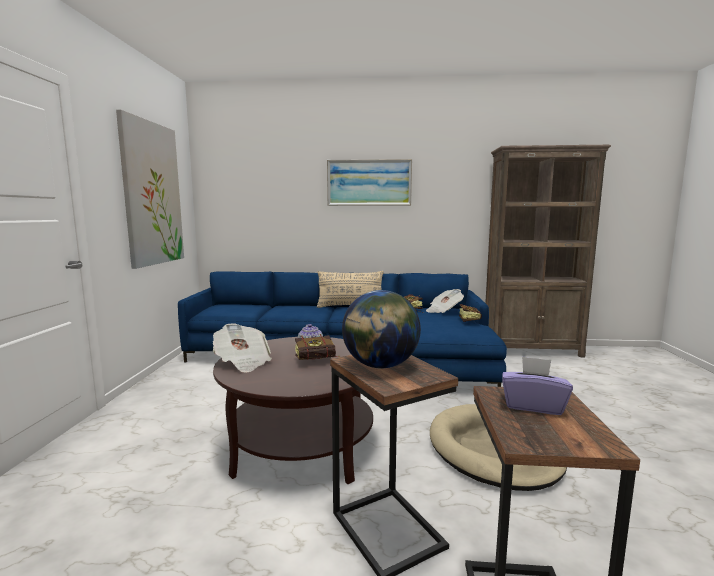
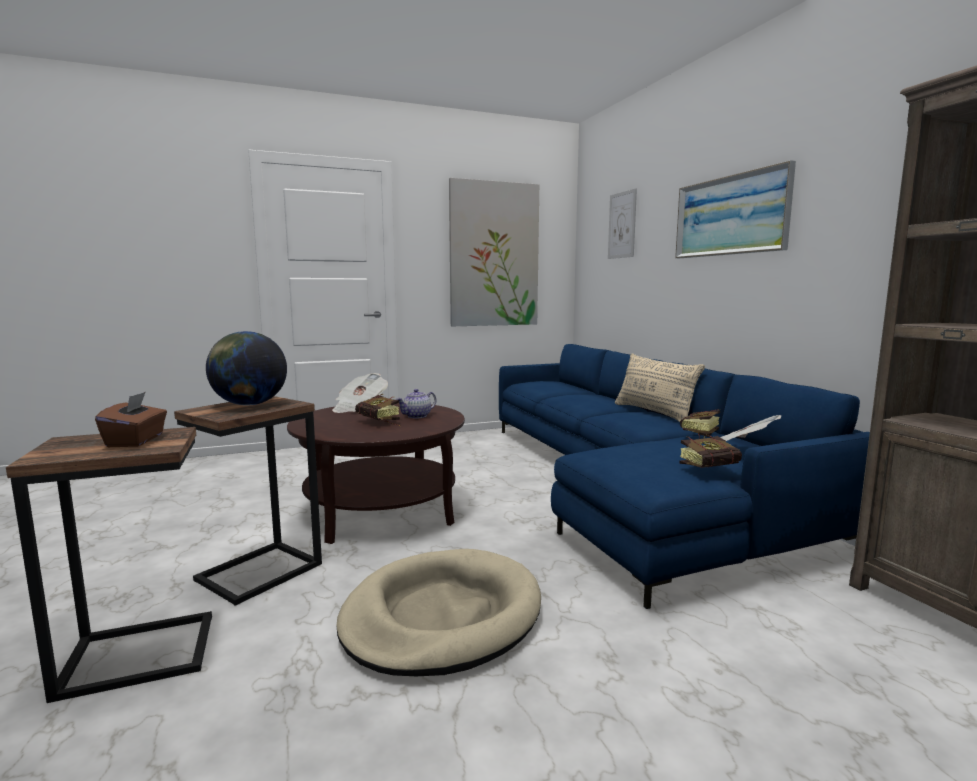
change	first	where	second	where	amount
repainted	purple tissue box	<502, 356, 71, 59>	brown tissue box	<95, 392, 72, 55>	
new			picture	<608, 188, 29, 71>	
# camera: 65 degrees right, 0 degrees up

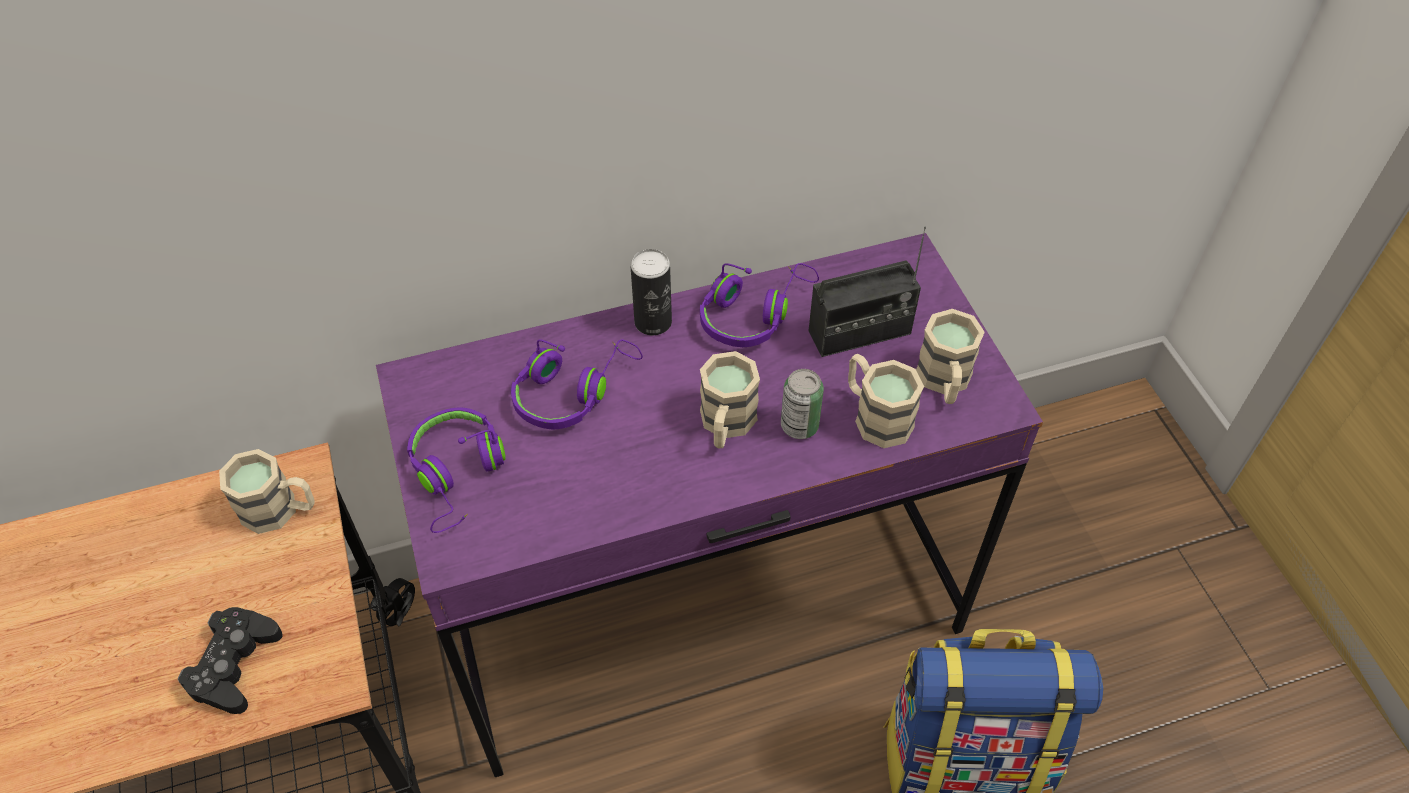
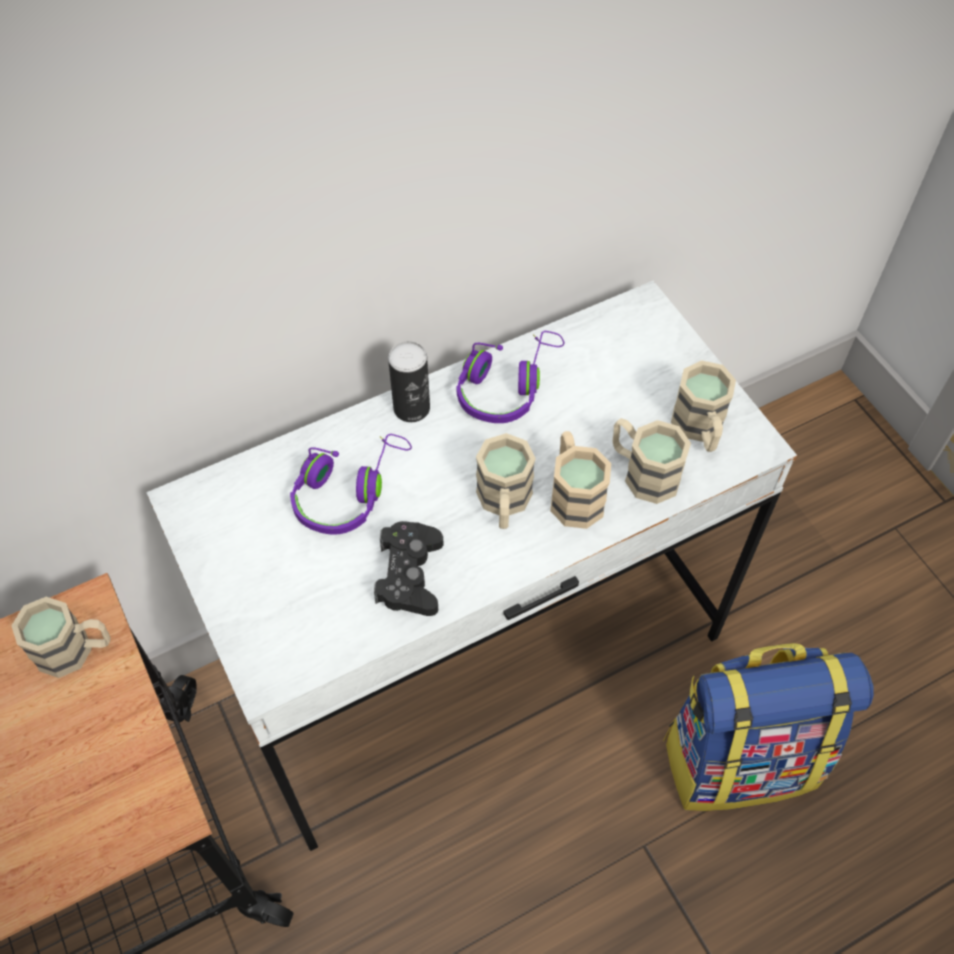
change	first	where	second	where	amount
repainted	purple desk	<376, 233, 667, 544>	white desk	<146, 281, 651, 570>	
shifted	black game controller	<178, 607, 104, 107>		<374, 521, 70, 95>	
swapped	can	<781, 369, 43, 70>	beige mug	<550, 431, 61, 98>	
gone	purple headphones	<407, 407, 98, 126>			
gone	radio	<809, 226, 117, 131>			
# camera: 10 degrees left, 5 degrees up

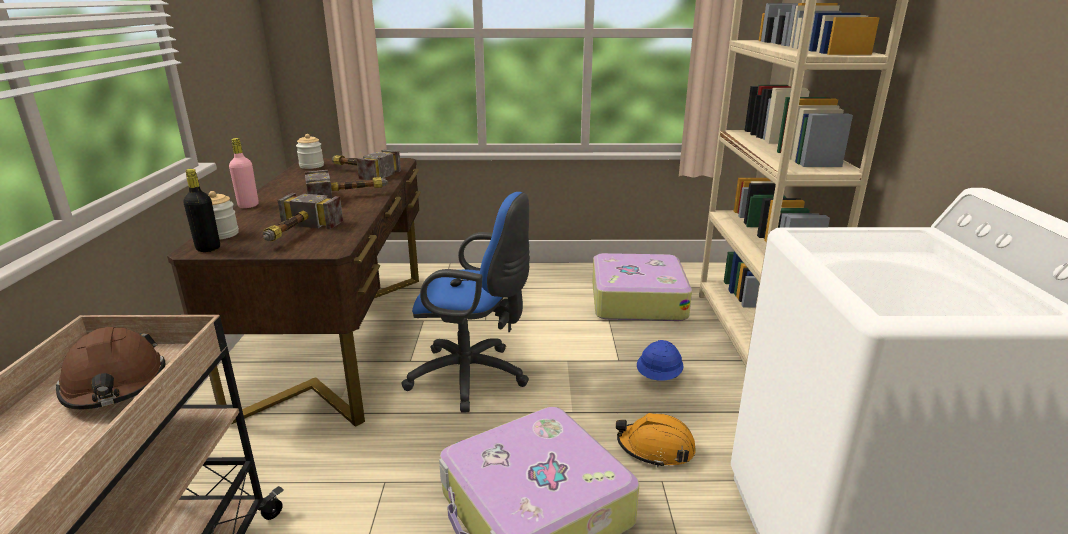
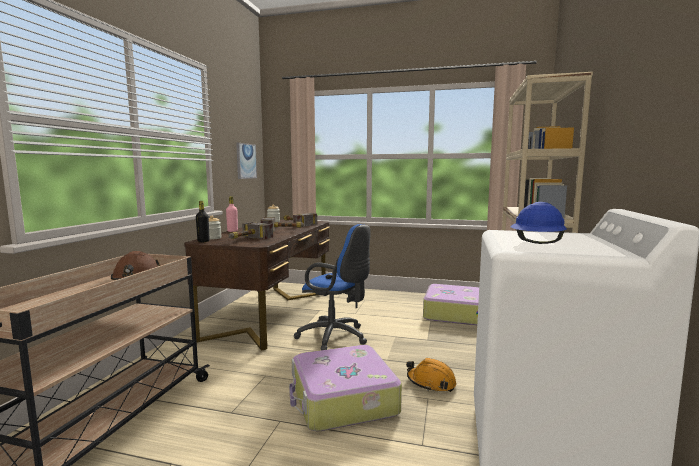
change	first	where	second	where	amount
new			picture	<236, 143, 21, 36>	
shifted	blue hard hat	<637, 340, 47, 41>		<510, 202, 57, 42>	
# camera: 15 degrees right, 15 degrees down

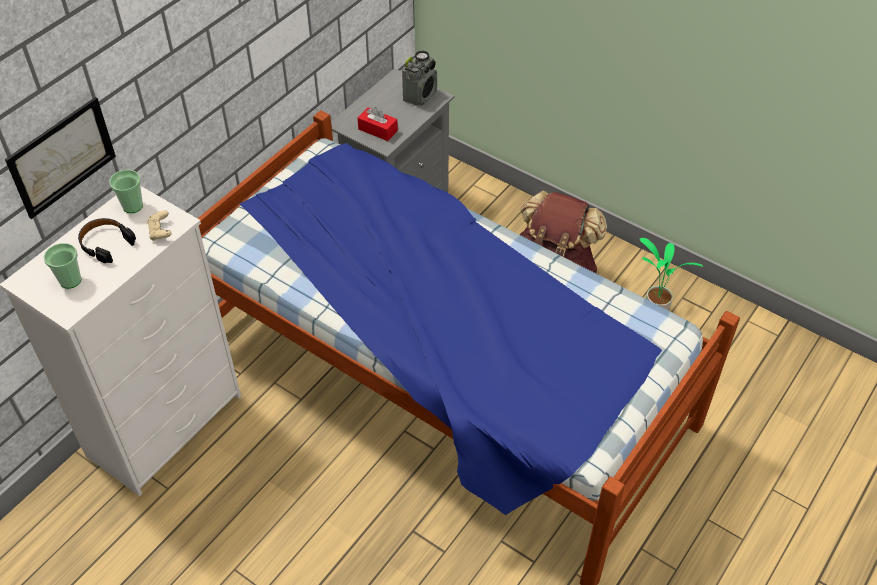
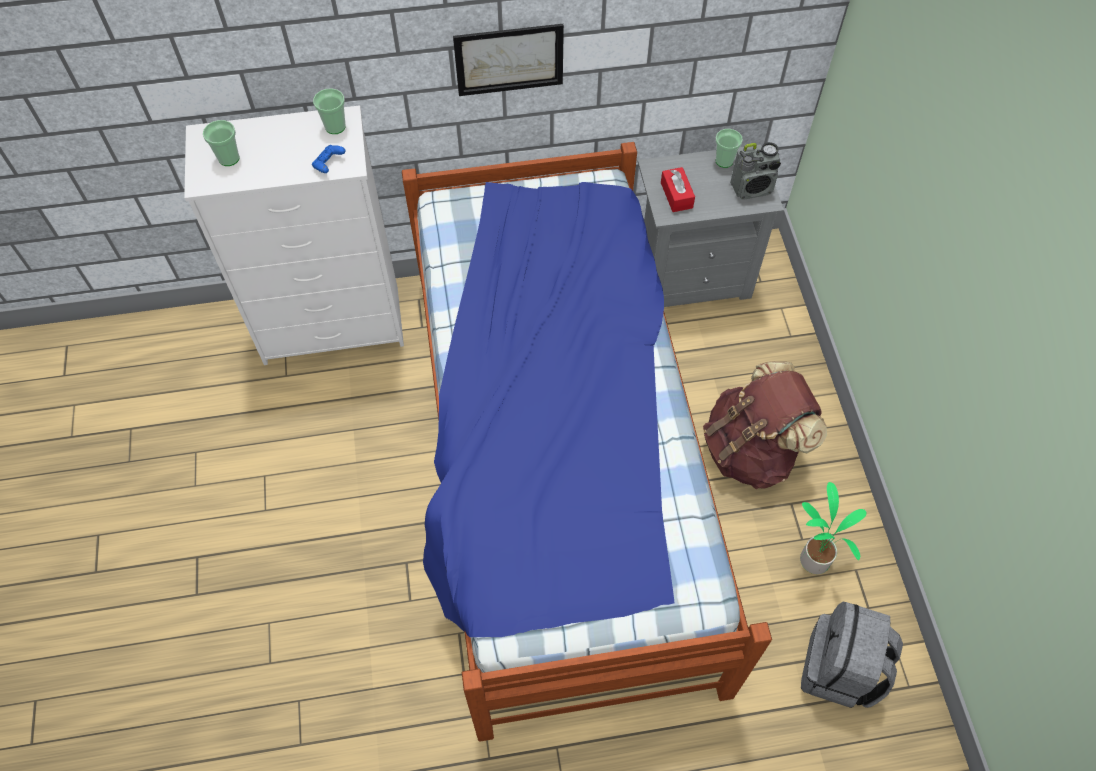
change	first	where	second	where	amount
repainted	beige game controller	<148, 210, 24, 31>	blue game controller	<312, 145, 34, 28>	
shifted	picture	<5, 97, 111, 122>		<453, 24, 111, 72>	
new			cup	<715, 129, 28, 39>	
new			grey backpack	<801, 602, 102, 106>	
gone	black headphones	<78, 218, 58, 45>			
# camera: 45 degrees right, 10 degrees up

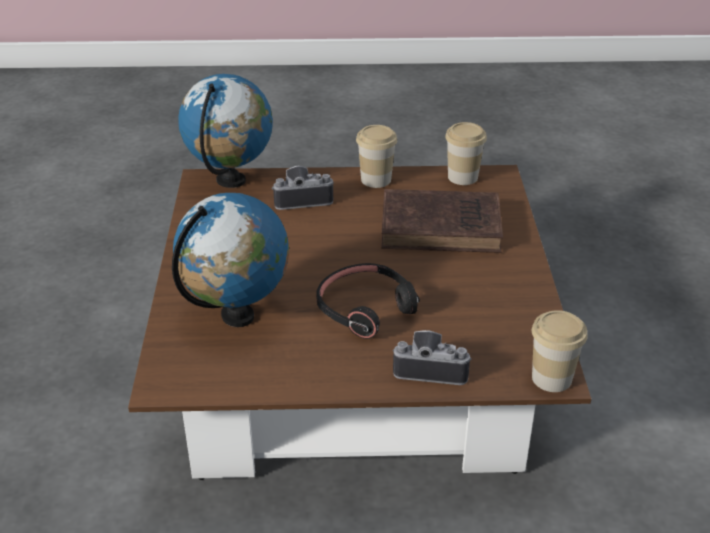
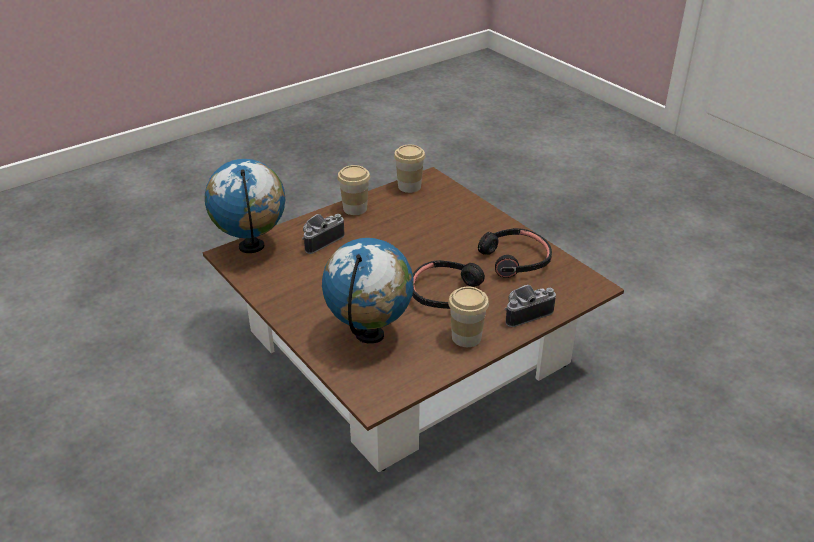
change	first	where	second	where	amount
shifted	cup	<532, 310, 56, 82>		<448, 287, 41, 60>	
new			black headphones	<478, 228, 74, 50>	
gone	brown book	<381, 189, 122, 64>			
# camera: 35 degrees left, 0 degrees up

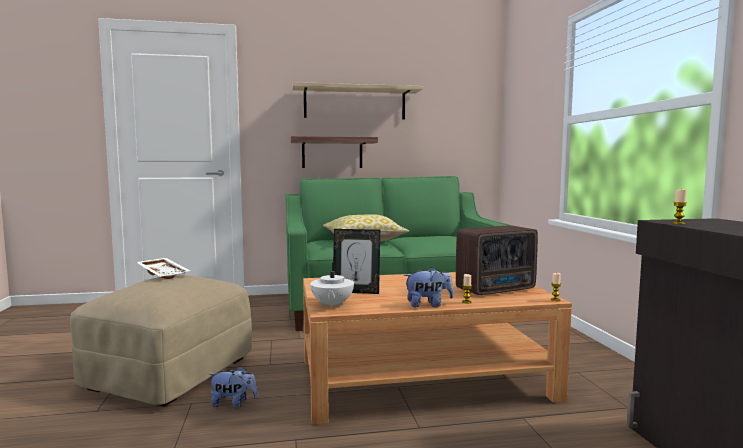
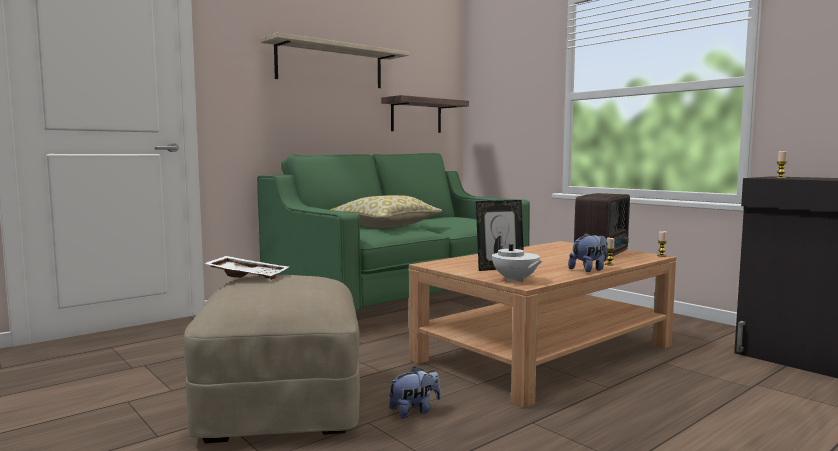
change	first	where	second	where	amount
shifted	shelf	<290, 136, 88, 32>		<381, 95, 88, 38>	
# camera: 30 degrees left, 0 degrees up

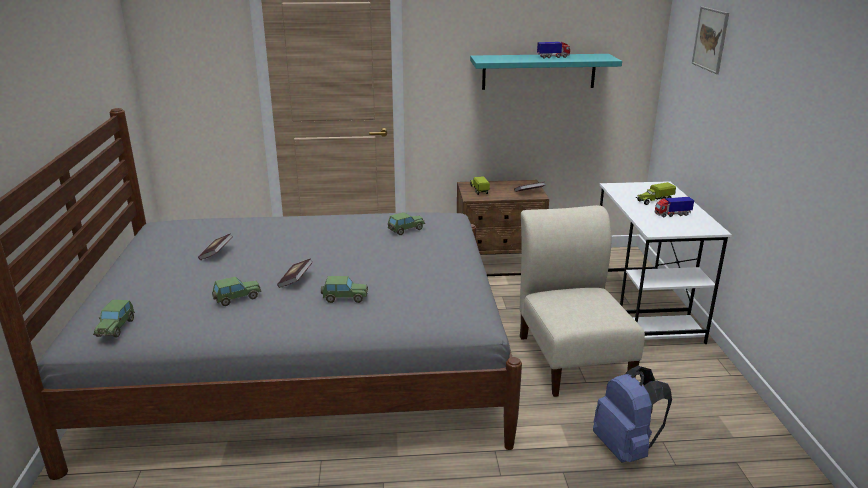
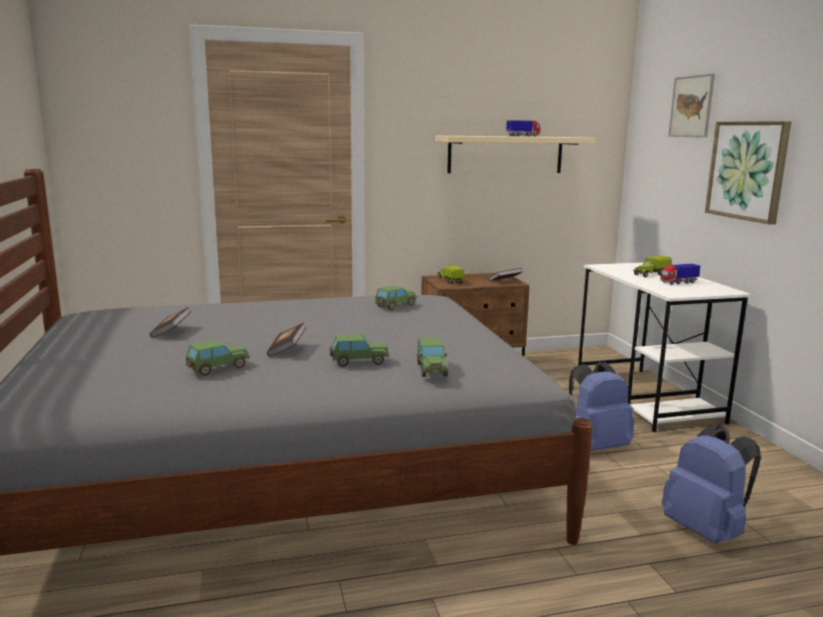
change	first	where	second	where	amount
shifted	toy car	<93, 300, 42, 37>		<417, 338, 31, 39>	
repainted	turquoise shelf	<470, 54, 152, 36>	beige shelf	<435, 136, 161, 37>	
swapped	beige chair	<520, 205, 125, 192>	blue backpack	<569, 362, 65, 89>	
new			picture	<705, 121, 86, 103>	
# camera: 10 degrees left, 10 degrees down

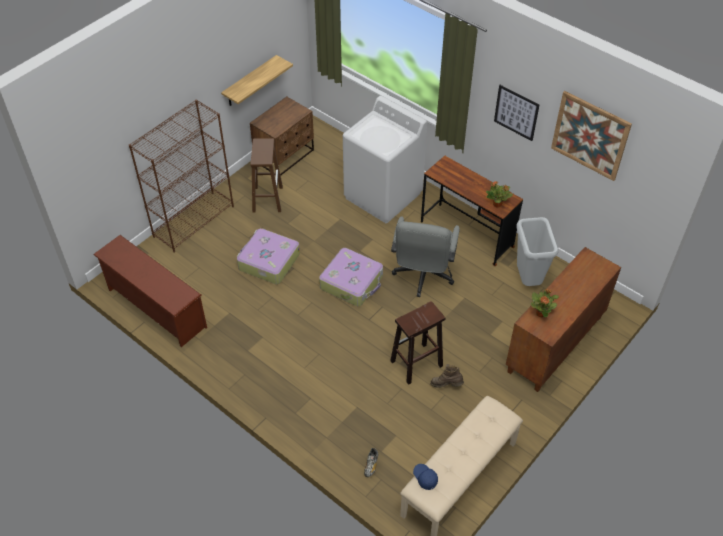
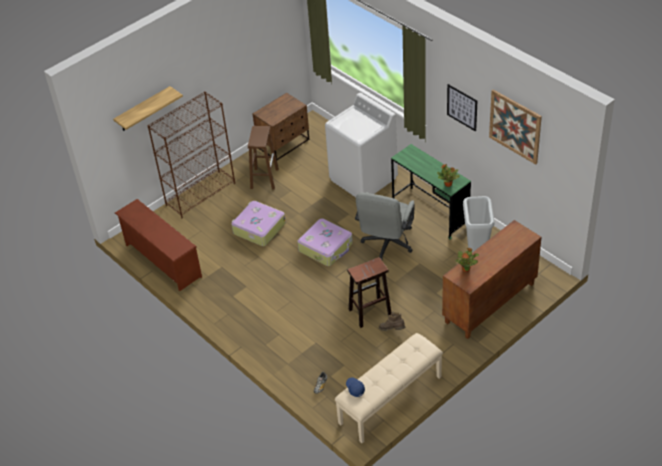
change	first	where	second	where	amount
shifted	shelf	<221, 55, 72, 51>		<113, 86, 70, 45>	
repainted	brown desk	<421, 156, 102, 110>	green desk	<391, 144, 80, 96>	
# camera: 10 degrees right, 5 degrees down

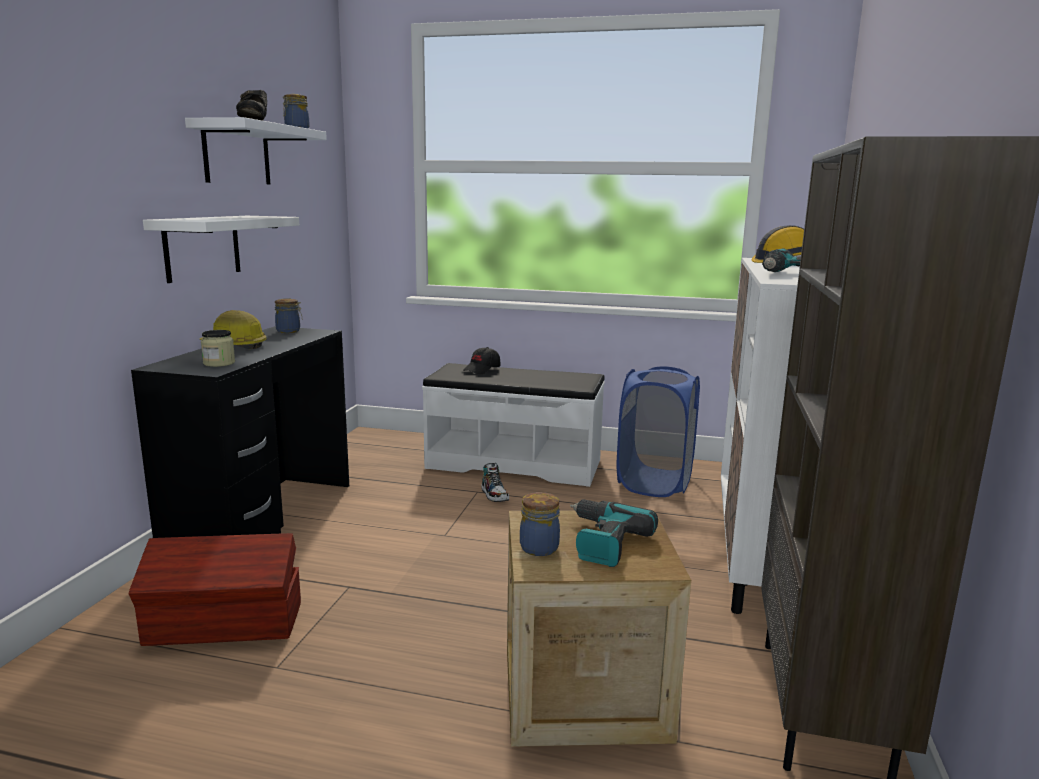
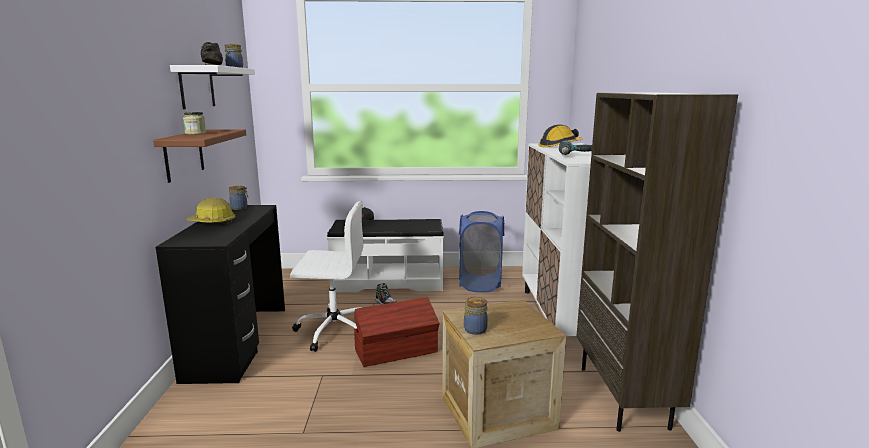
change	first	where	second	where	amount
repainted	white shelf	<143, 216, 156, 67>	brown shelf	<153, 129, 93, 54>	
shifted	jar	<201, 330, 34, 37>		<183, 112, 23, 23>	
new			white office chair	<290, 201, 73, 151>	
shifted	brown storage box	<129, 533, 172, 113>		<354, 297, 86, 70>	
gone	power drill	<570, 499, 88, 68>			
# camera: 15 degrees left, 0 degrees up

